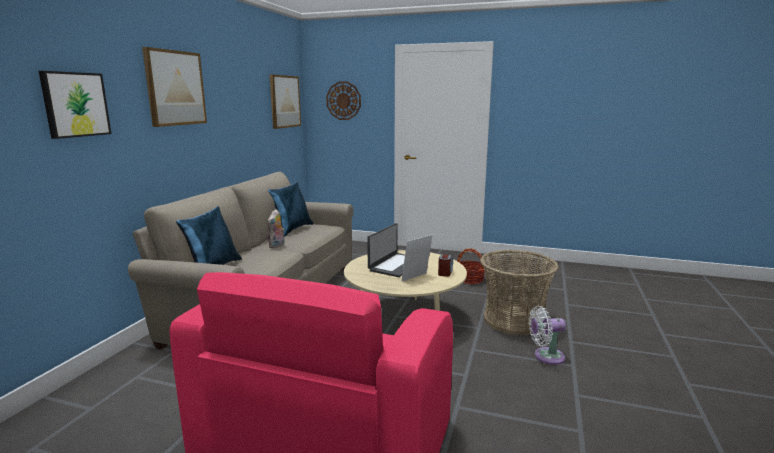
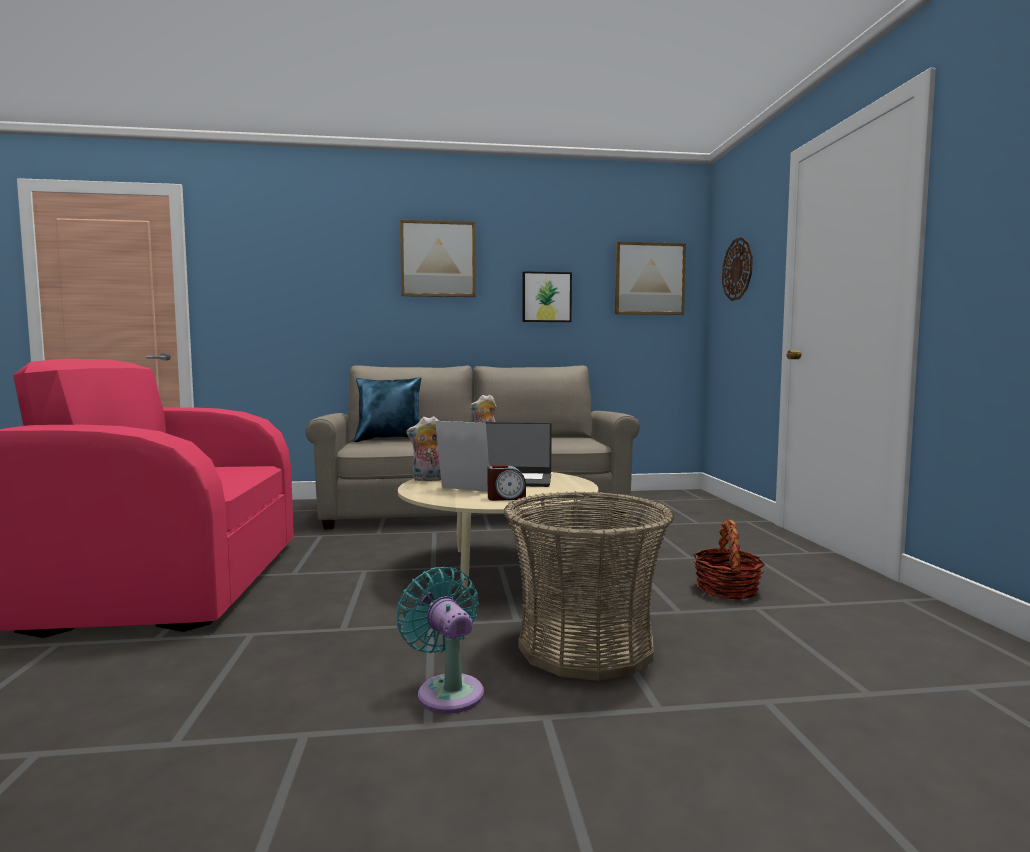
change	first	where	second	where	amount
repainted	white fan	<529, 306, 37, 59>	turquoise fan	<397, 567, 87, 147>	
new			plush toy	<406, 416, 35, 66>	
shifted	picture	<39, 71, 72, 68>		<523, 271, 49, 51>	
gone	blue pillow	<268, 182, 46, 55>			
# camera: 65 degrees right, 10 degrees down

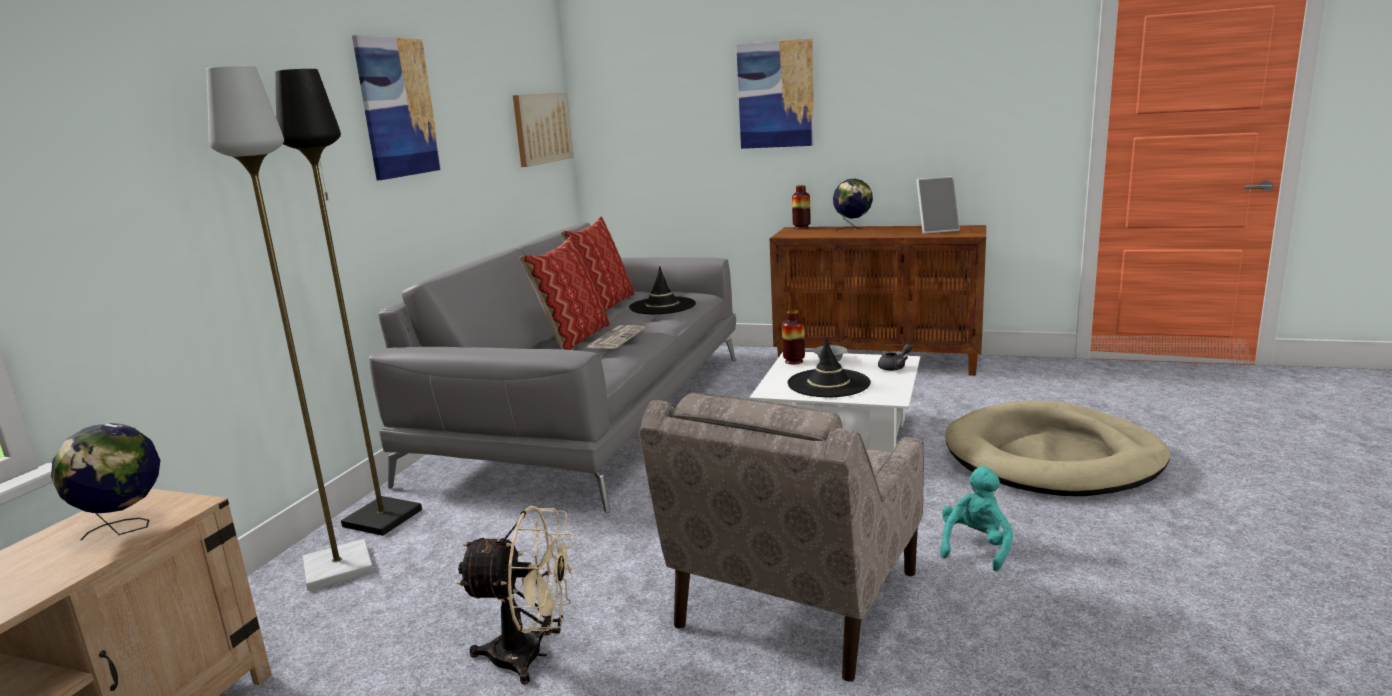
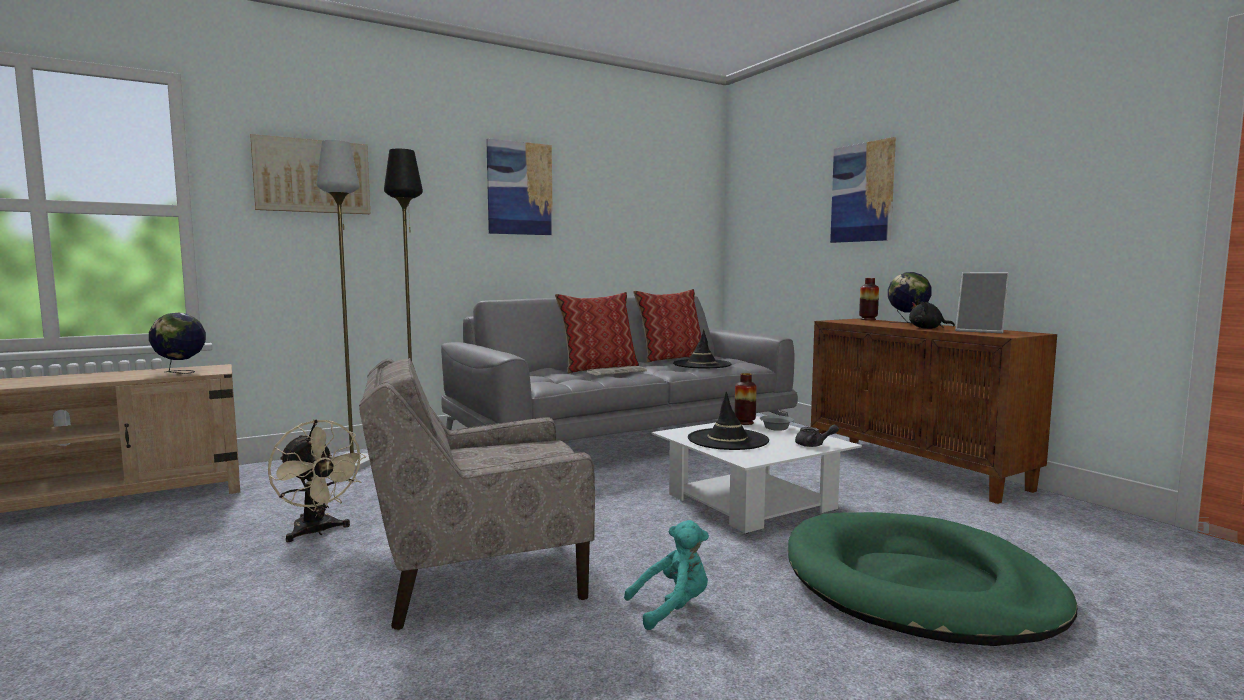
change	first	where	second	where	amount
shifted	picture	<513, 93, 60, 74>		<250, 134, 120, 80>	
repainted	beige dog bed	<945, 400, 225, 96>	green dog bed	<788, 512, 289, 134>	
new			black plush toy	<909, 300, 46, 29>	
# camera: 40 degrees right, 10 degrees down

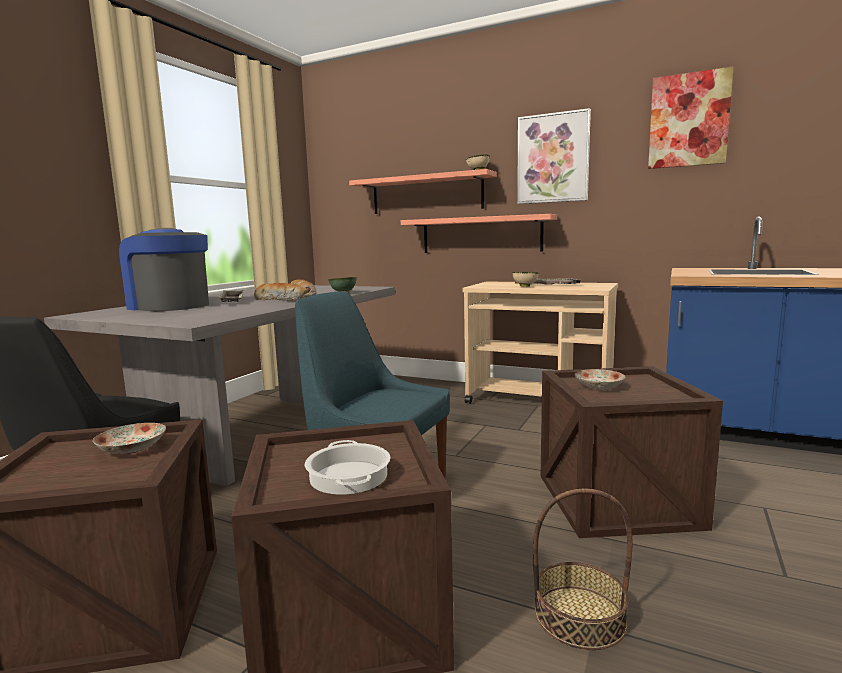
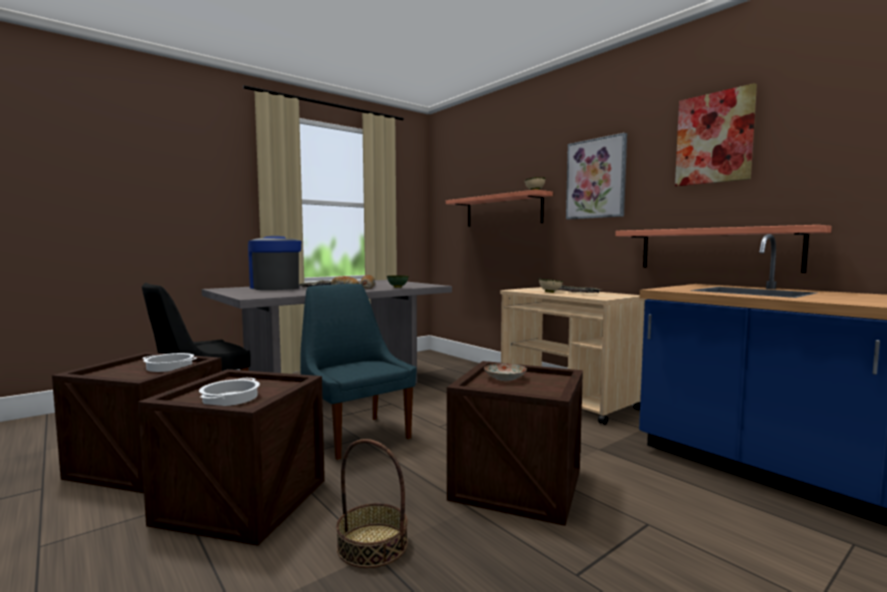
change	first	where	second	where	amount
swapped	plate	<93, 423, 73, 31>	cooking pot	<142, 353, 55, 19>	
shifted	shelf	<401, 214, 156, 39>		<615, 225, 217, 48>	
# camera: 25 degrees right, 5 degrees down

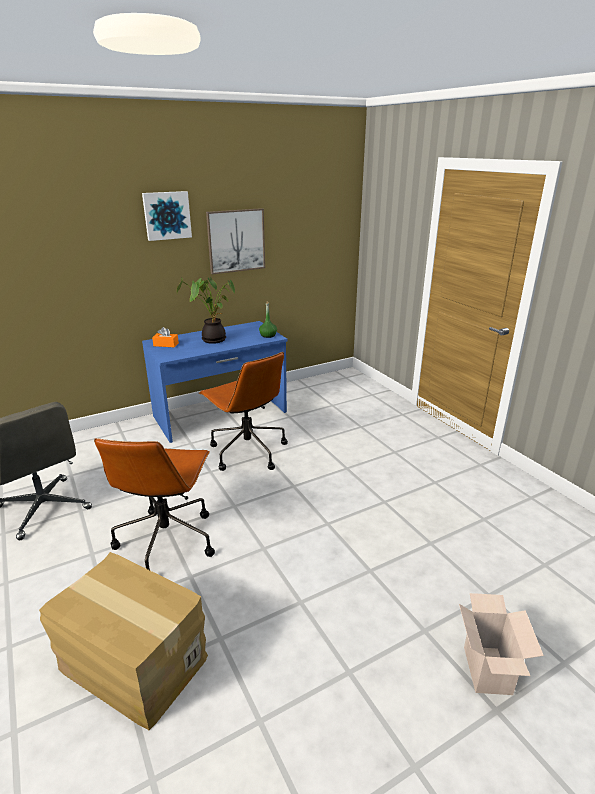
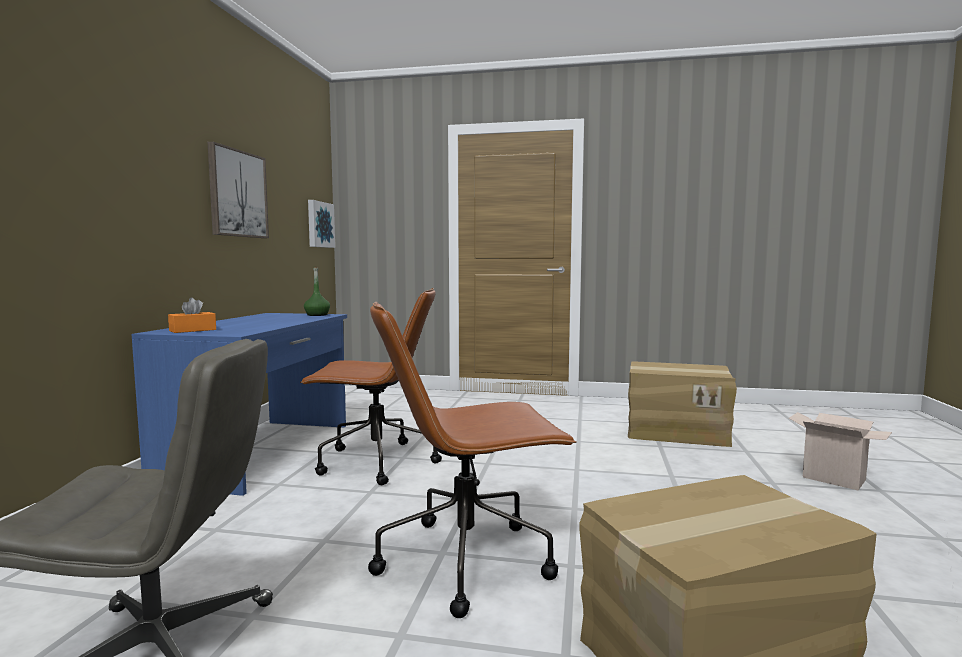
change	first	where	second	where	amount
shifted	picture	<142, 191, 50, 50>		<308, 200, 27, 48>	
rotated	brown office chair	<94, 438, 121, 133>		<368, 302, 208, 316>	120 degrees clockwise
new			cardboard box	<628, 361, 109, 86>	
gone	potted plant	<177, 276, 58, 68>			
# camera: 50 degrees left, 20 degrees down

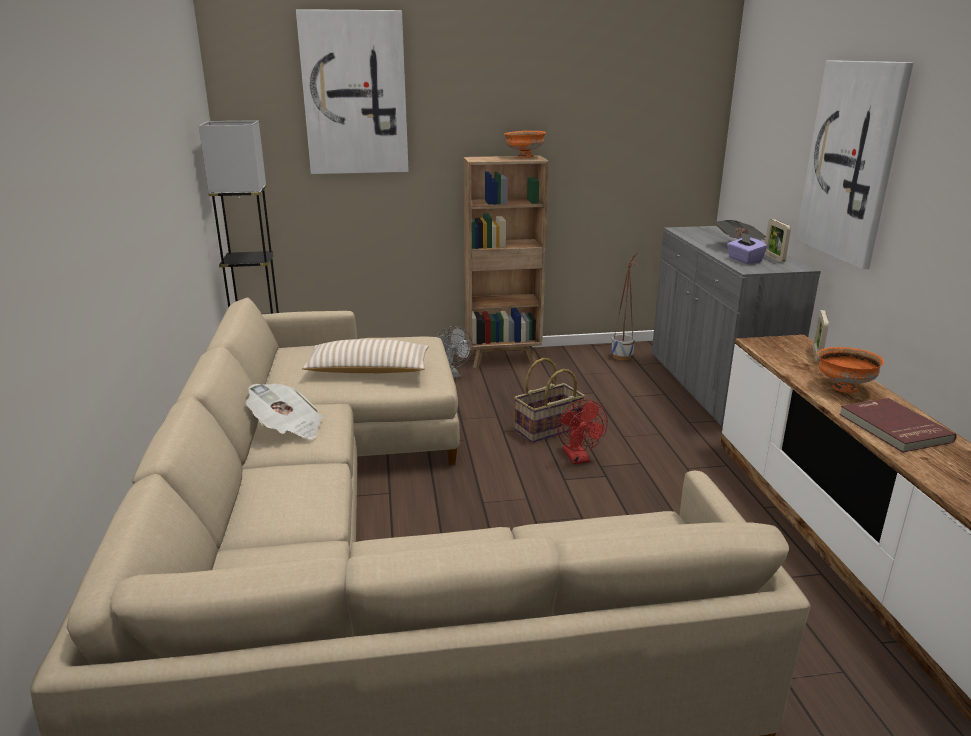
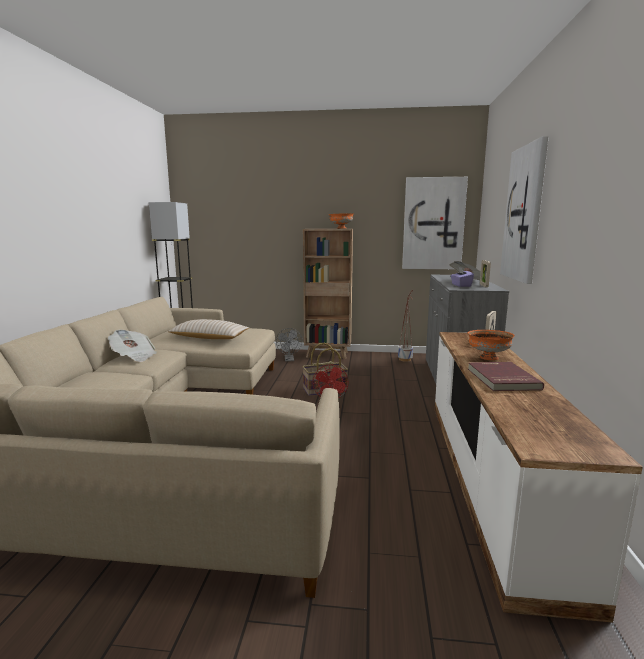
change	first	where	second	where	amount
shifted	picture	<296, 9, 113, 165>		<402, 177, 66, 92>	
# camera: 15 degrees right, 10 degrees down

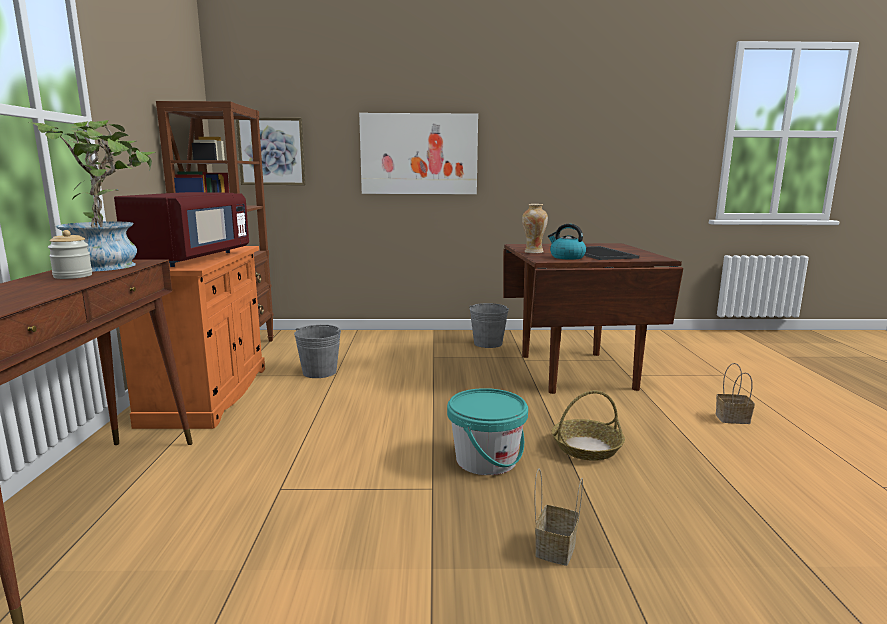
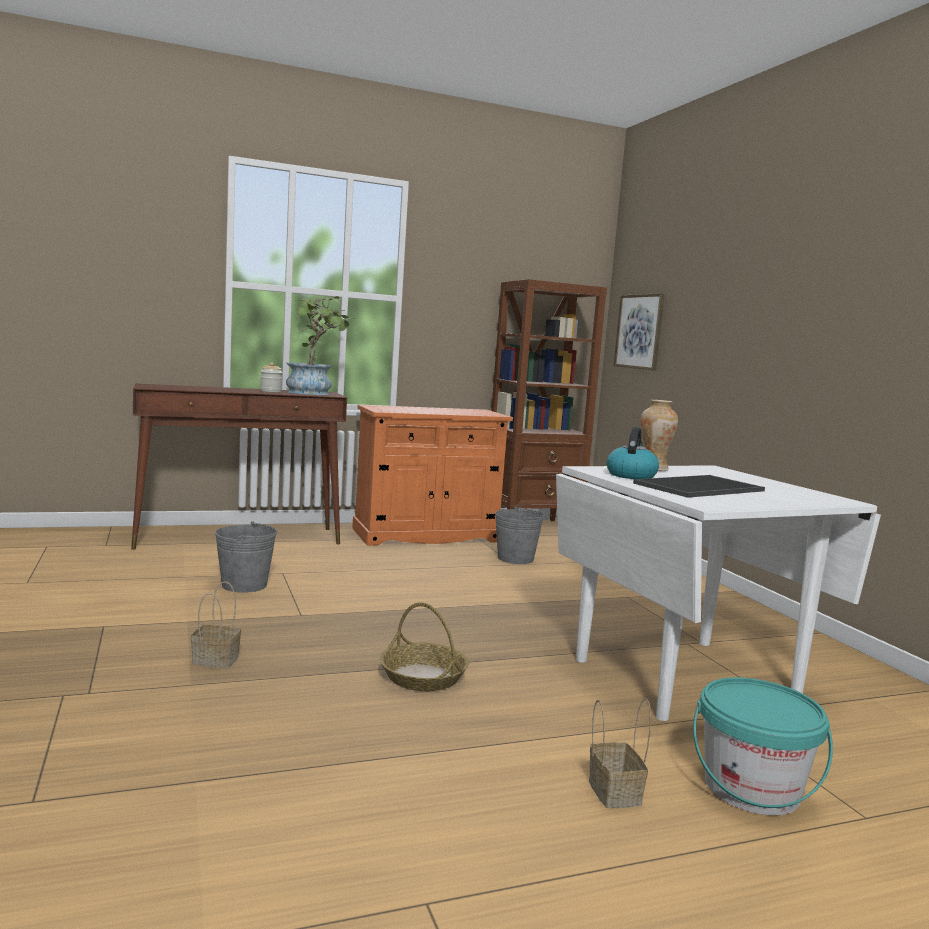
change	first	where	second	where	amount
shifted	grey bucket	<469, 303, 40, 45>		<215, 521, 63, 72>	
repainted	brown dining table	<503, 243, 180, 151>	white dining table	<556, 465, 325, 256>	
shifted	turquoise bucket	<447, 388, 81, 87>		<693, 677, 140, 139>	
gone	red microwave	<114, 192, 135, 75>			
gone	picture	<359, 113, 119, 81>			
# camera: 70 degrees right, 5 degrees down

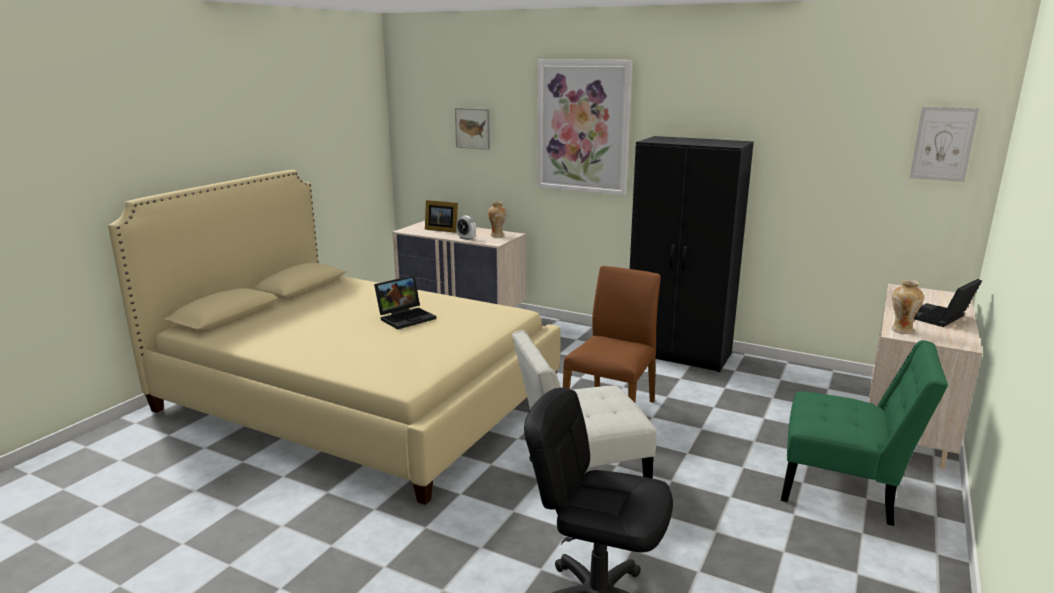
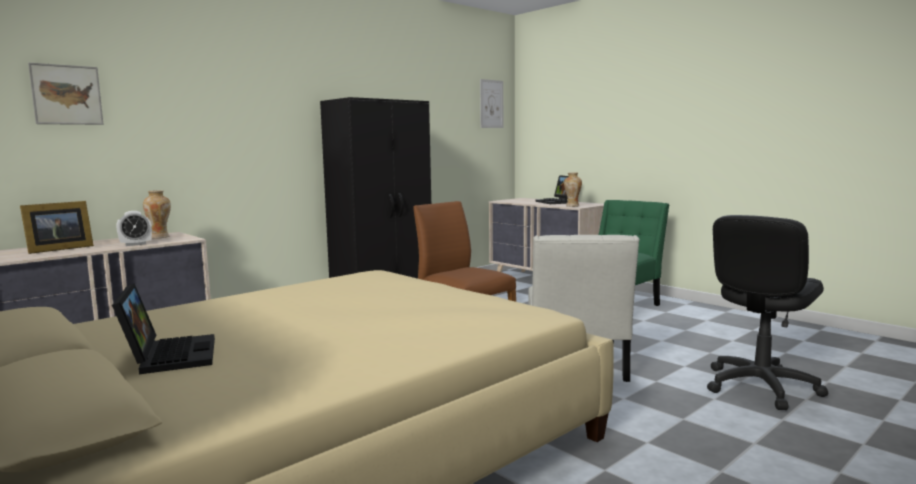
change	first	where	second	where	amount
shifted	laptop	<374, 275, 62, 54>		<112, 283, 103, 91>	
gone	picture	<537, 59, 95, 136>			
# camera: 70 degrees left, 10 degrees down

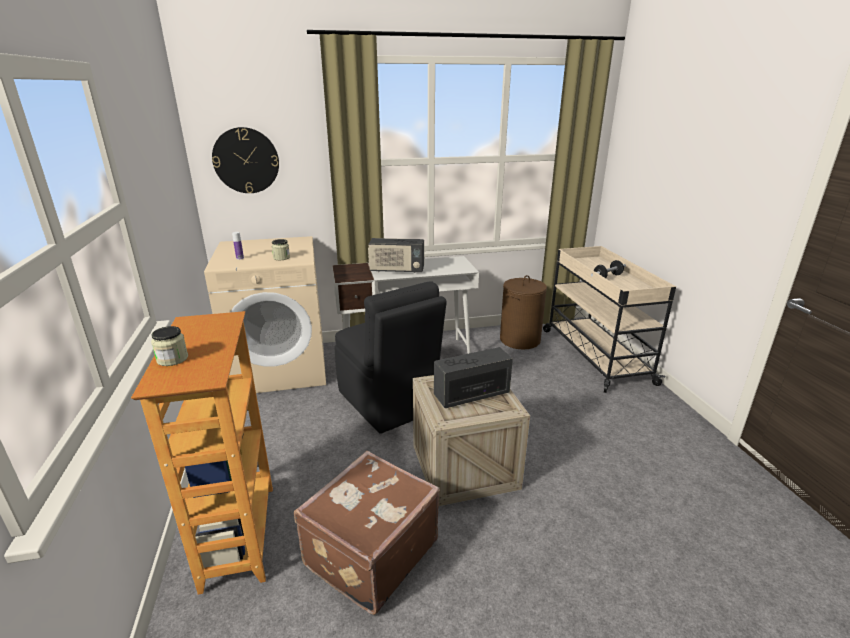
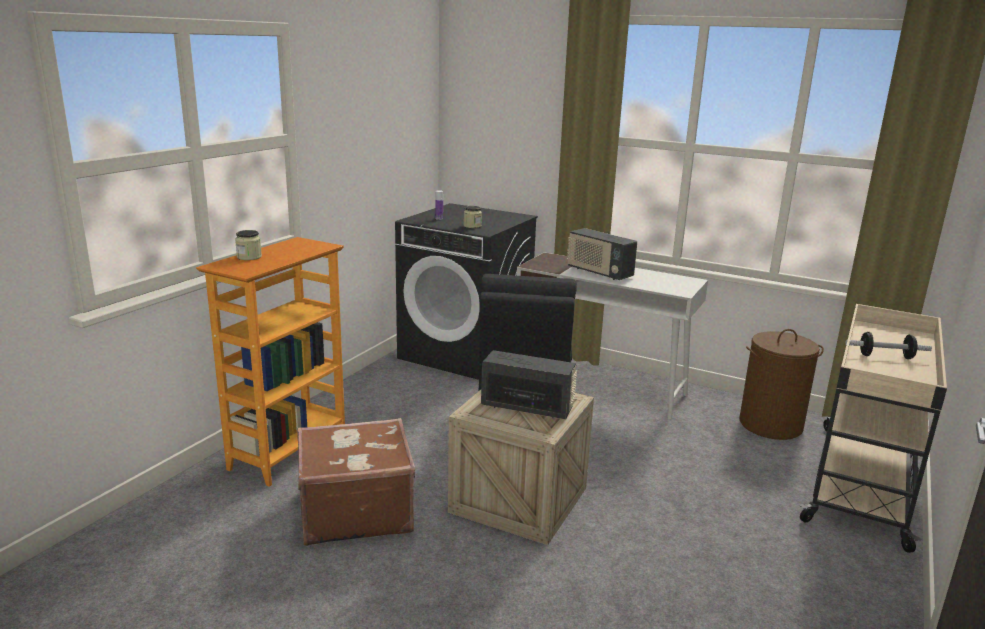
change	first	where	second	where	amount
repainted	beige washing machine	<204, 236, 122, 157>	black washing machine	<395, 203, 143, 177>	
gone	wall clock	<212, 127, 67, 66>			
# camera: 40 degrees right, 5 degrees down

